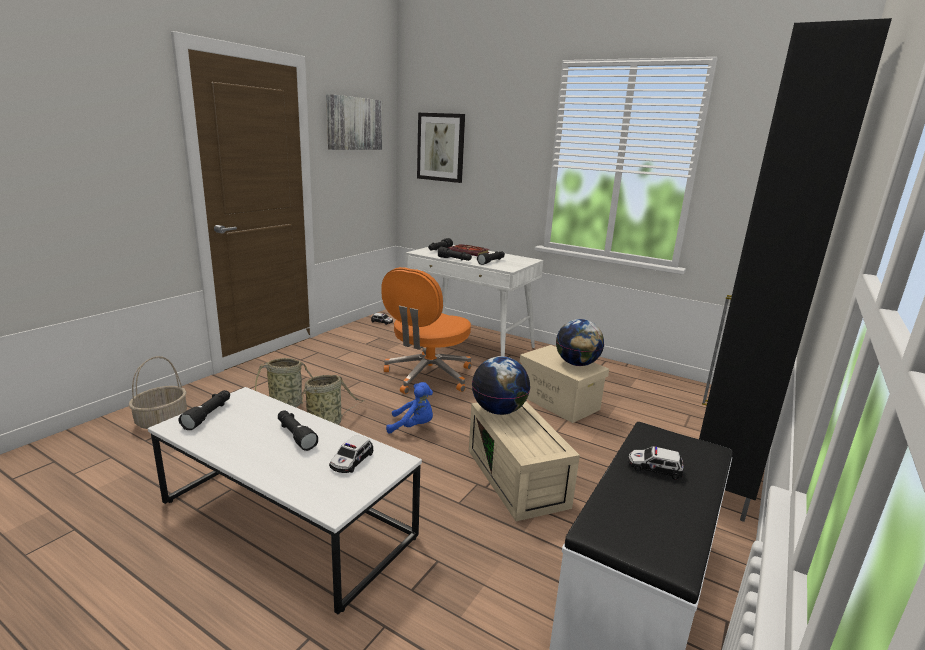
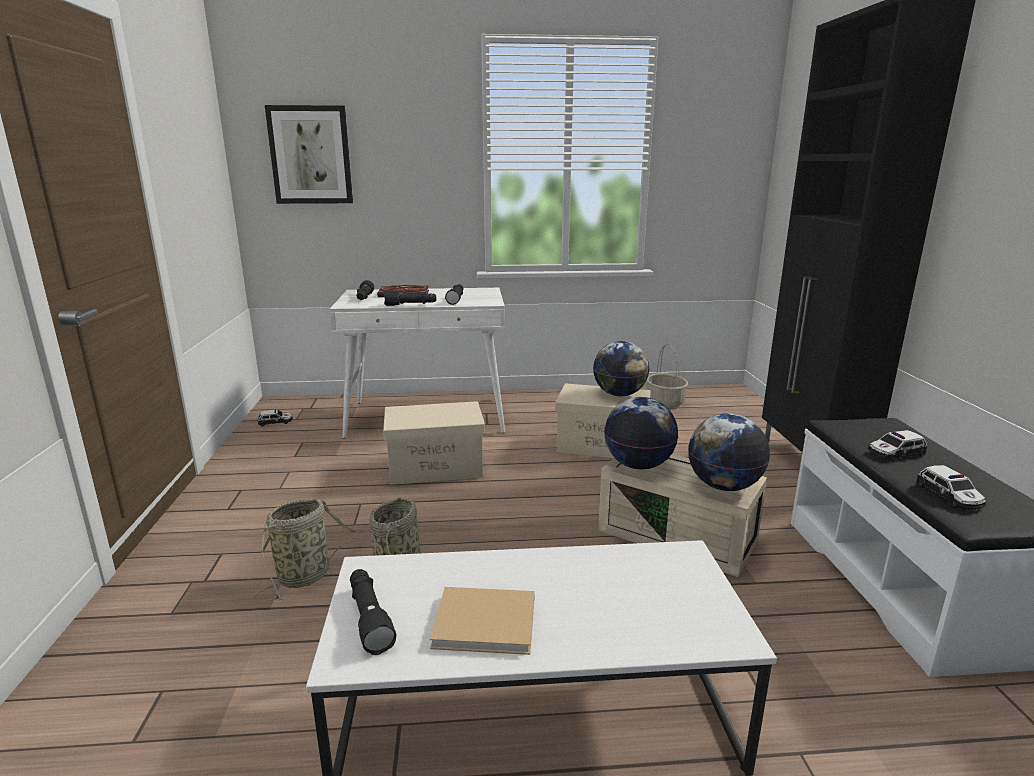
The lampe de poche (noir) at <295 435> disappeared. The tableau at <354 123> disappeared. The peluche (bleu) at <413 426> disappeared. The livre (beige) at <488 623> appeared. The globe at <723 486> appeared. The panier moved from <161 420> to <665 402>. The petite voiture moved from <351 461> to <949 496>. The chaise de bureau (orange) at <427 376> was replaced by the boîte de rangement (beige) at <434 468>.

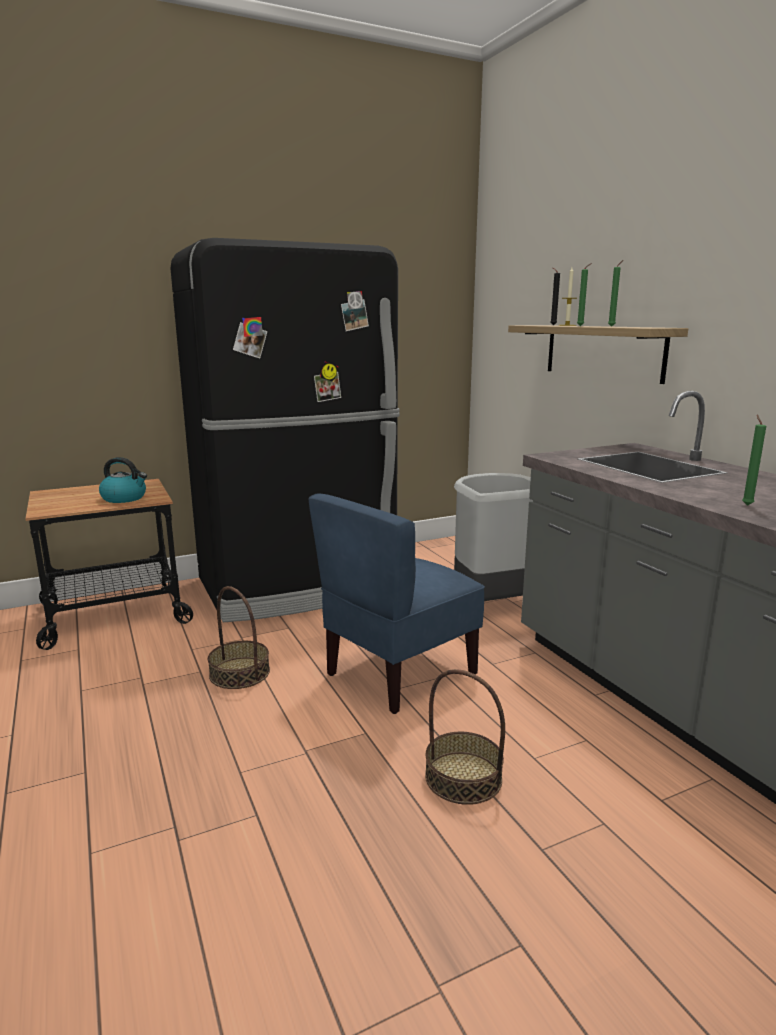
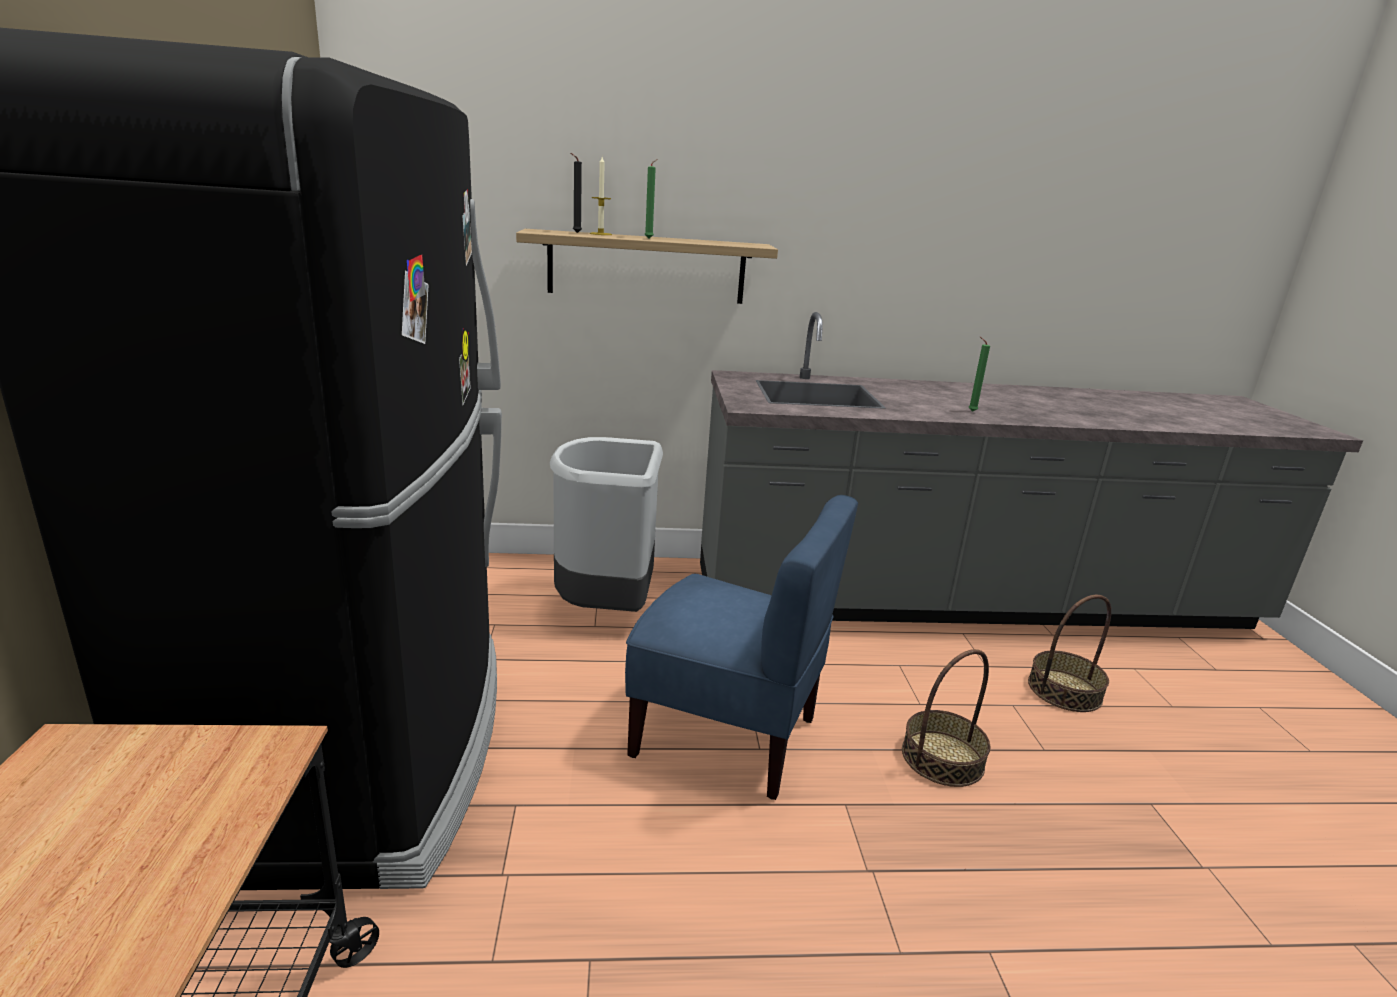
The bouilloire at <125 498> disappeared. The bougie (vert) at <612 326> disappeared. The panier moved from <239 673> to <1064 690>. The chaise (bleu) at <399 674> turned 45 degrees counterclockwise.

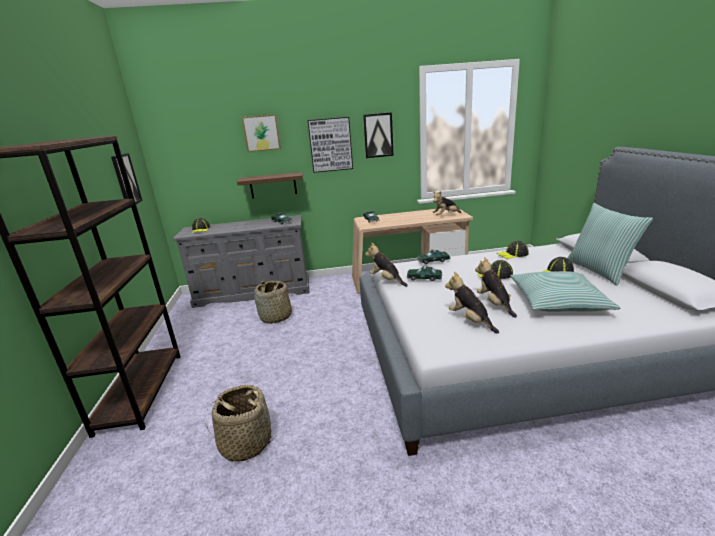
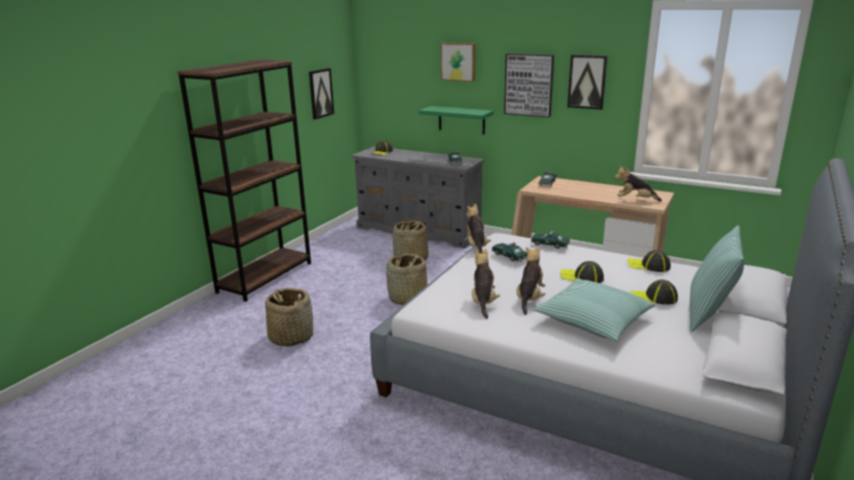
The panier at <408 298> appeared. The étagère (marron) at <273 185> became the étagère (vert) at <461 120>.

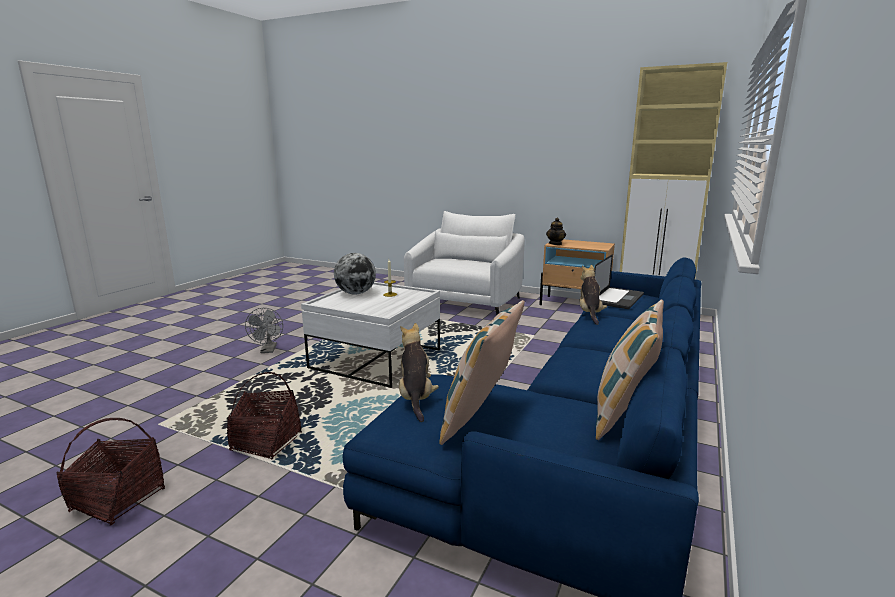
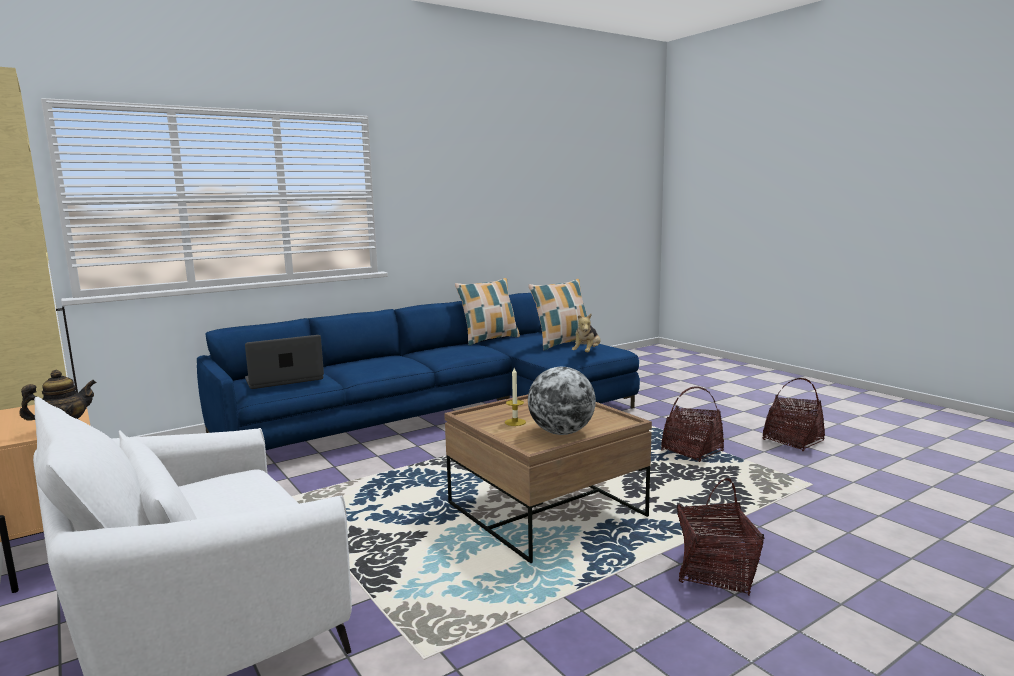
The peluche at <589 313> disappeared. The ventilateur (gris) at <268 350> was replaced by the panier at <715 572>. The table basse (blanc) at <376 359> became the table basse (marron) at <545 510>.

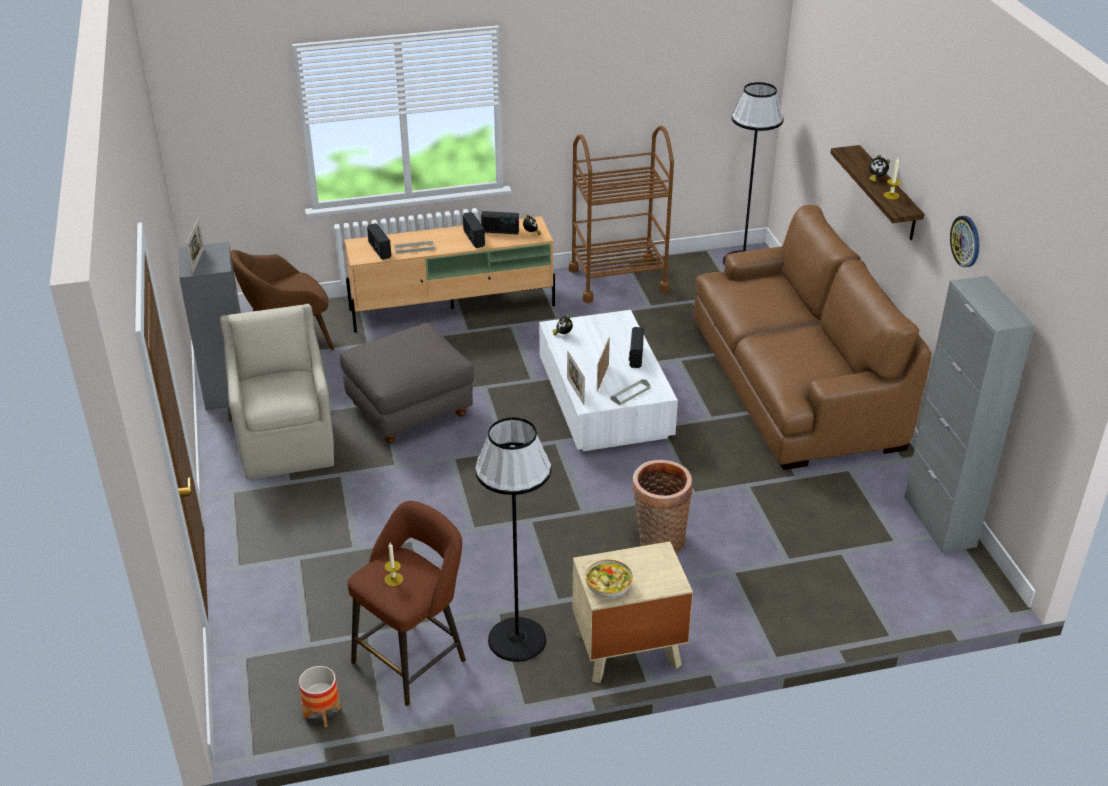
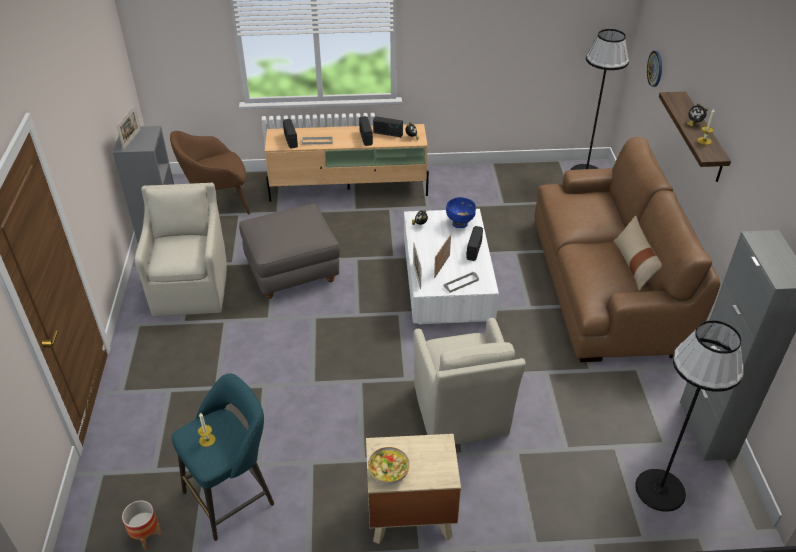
The chariot (marron) at <618 280> disappeared. The bol (bleu) at <460 224> appeared. The coussin (beige) at <634 264> appeared. The lampadaire (noir) moved from <517 639> to <660 490>. The horloge murale moved from <966 241> to <655 68>. The panier at <658 540> was replaced by the fauteuil (beige) at <461 413>. The tabouret (marron) at <413 658> became the tabouret (turquoise) at <233 495>.

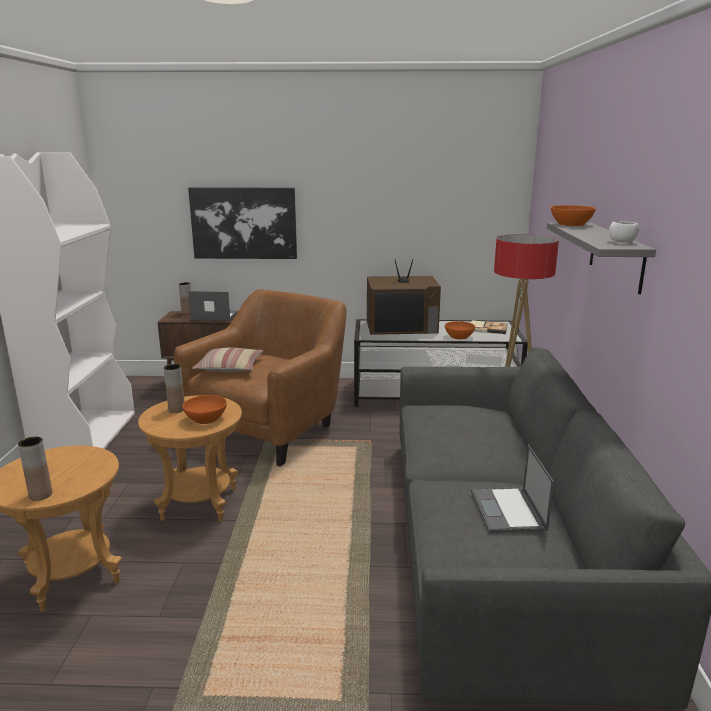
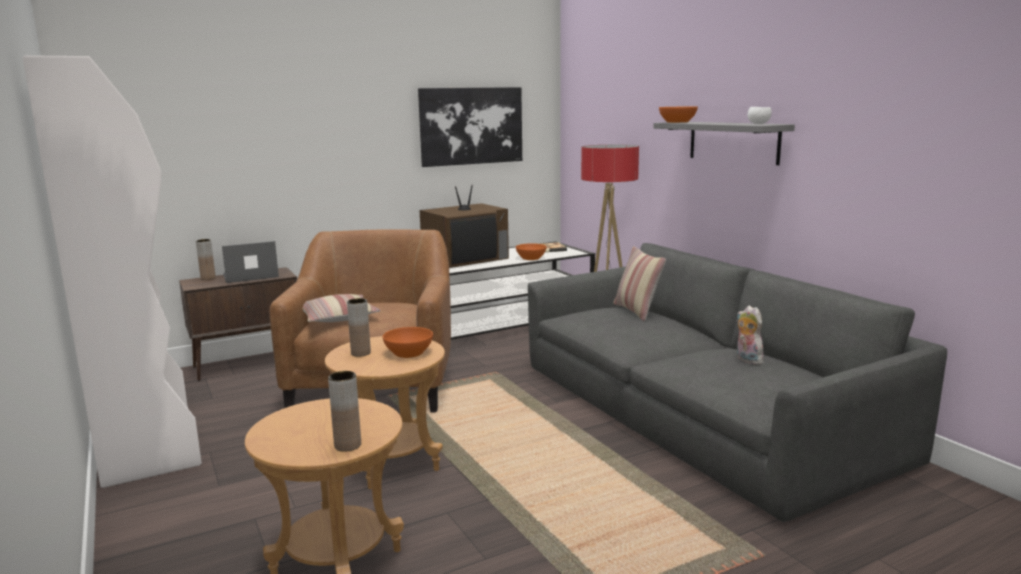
The coussin at <637 311> appeared. The tableau moved from <244 223> to <471 126>. The ordinateur portable at <508 511> was replaced by the peluche at <747 360>.

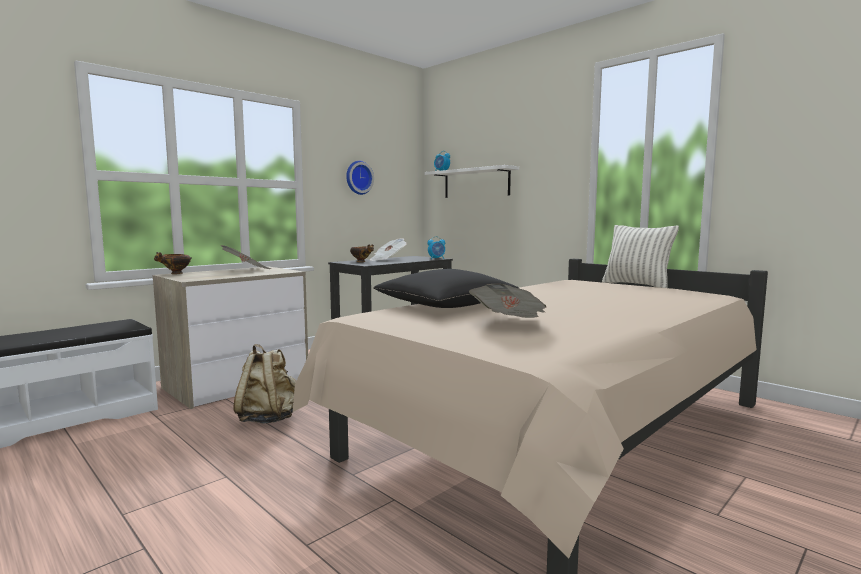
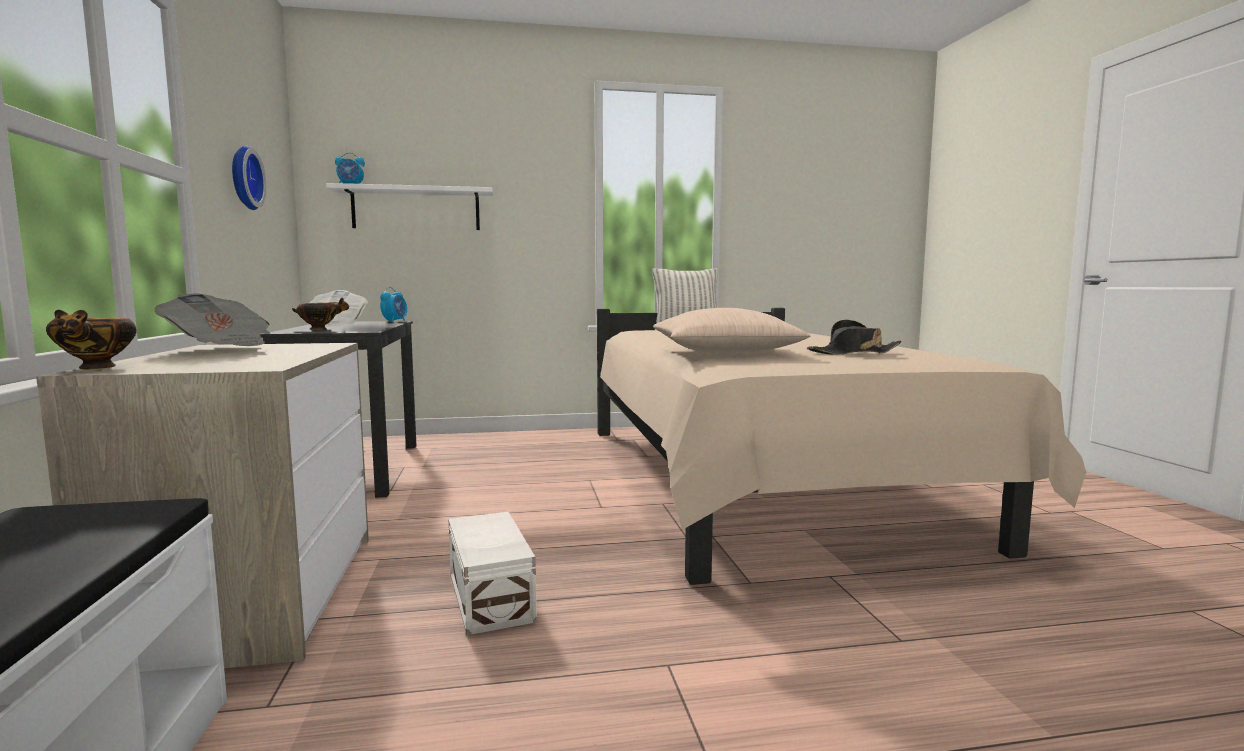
The sac à dos (beige) at <269 418> was replaced by the boîte de rangement (blanc) at <488 598>. The journal at <509 323> was replaced by the chapeau (noir) at <853 353>. The coussin (noir) at <444 306> became the coussin (beige) at <724 353>.

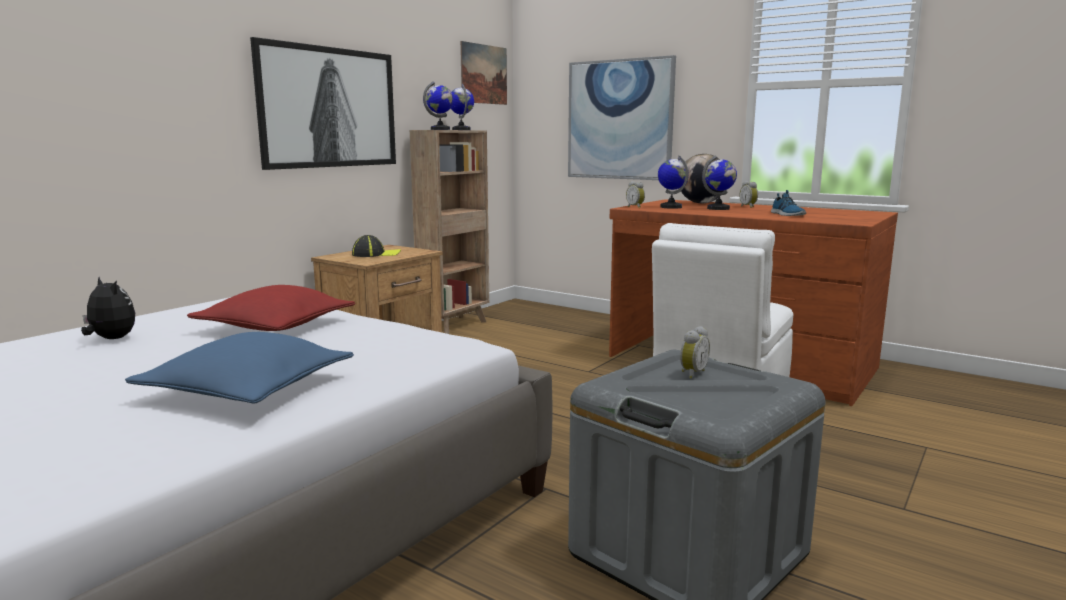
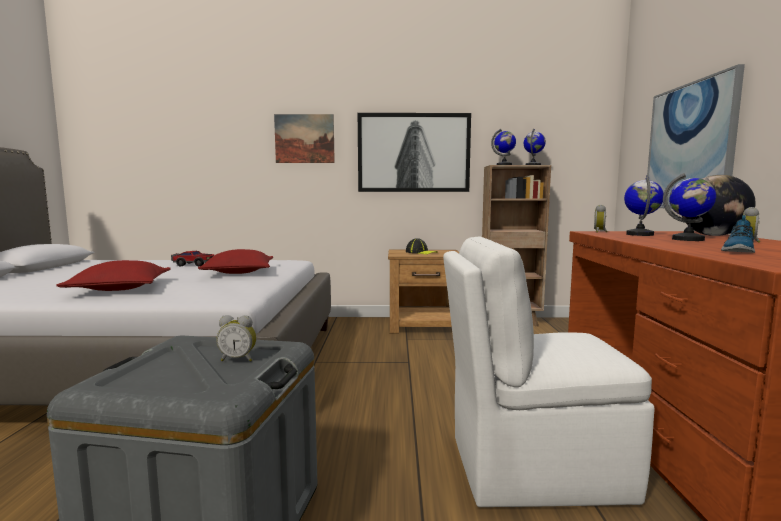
The tableau moved from <484 74> to <304 138>. The peluche at <111 339> was replaced by the petite voiture at <194 264>. The coussin (bleu) at <248 389> became the coussin (rouge) at <120 288>.

